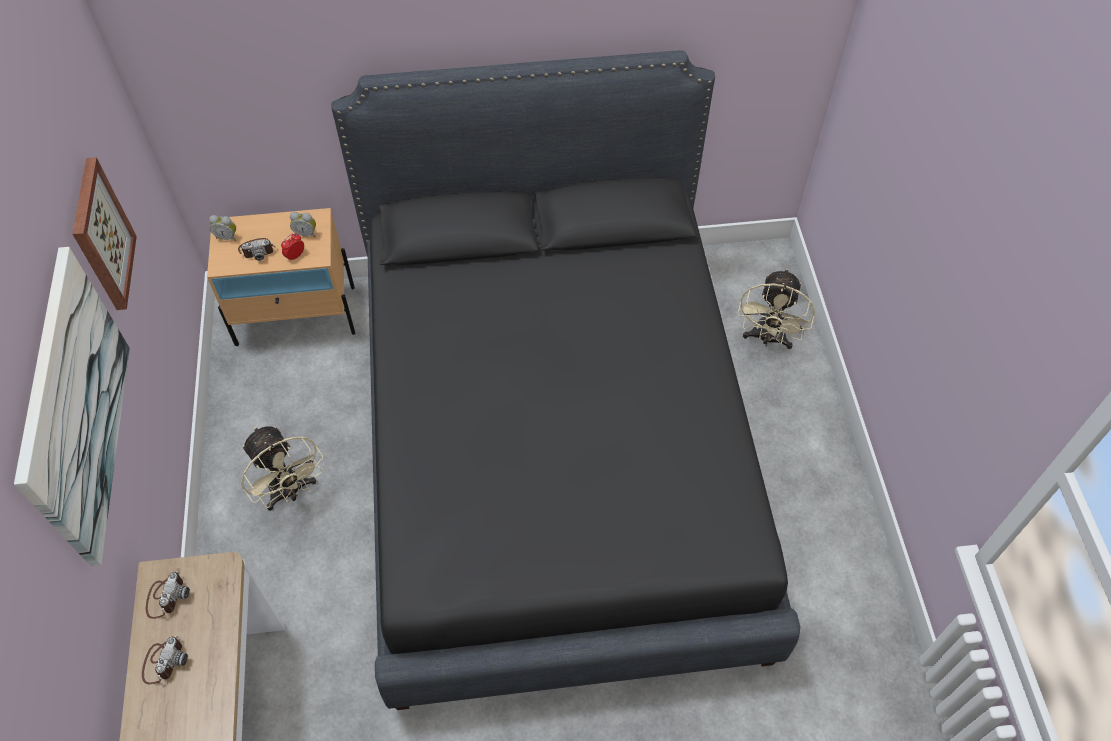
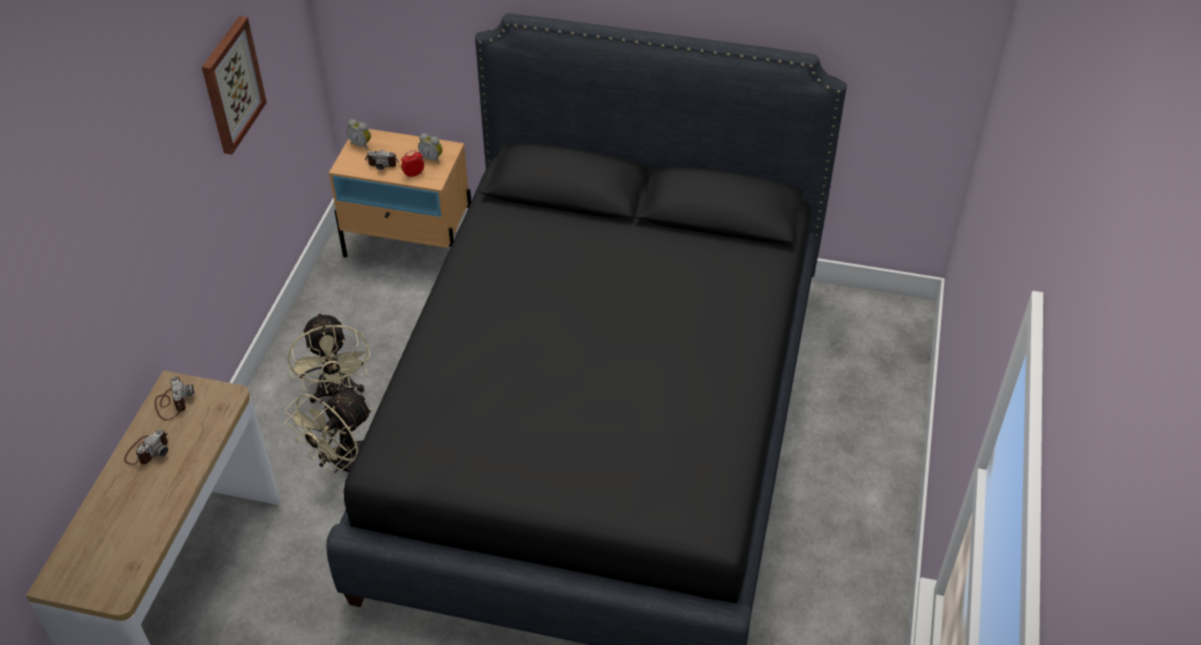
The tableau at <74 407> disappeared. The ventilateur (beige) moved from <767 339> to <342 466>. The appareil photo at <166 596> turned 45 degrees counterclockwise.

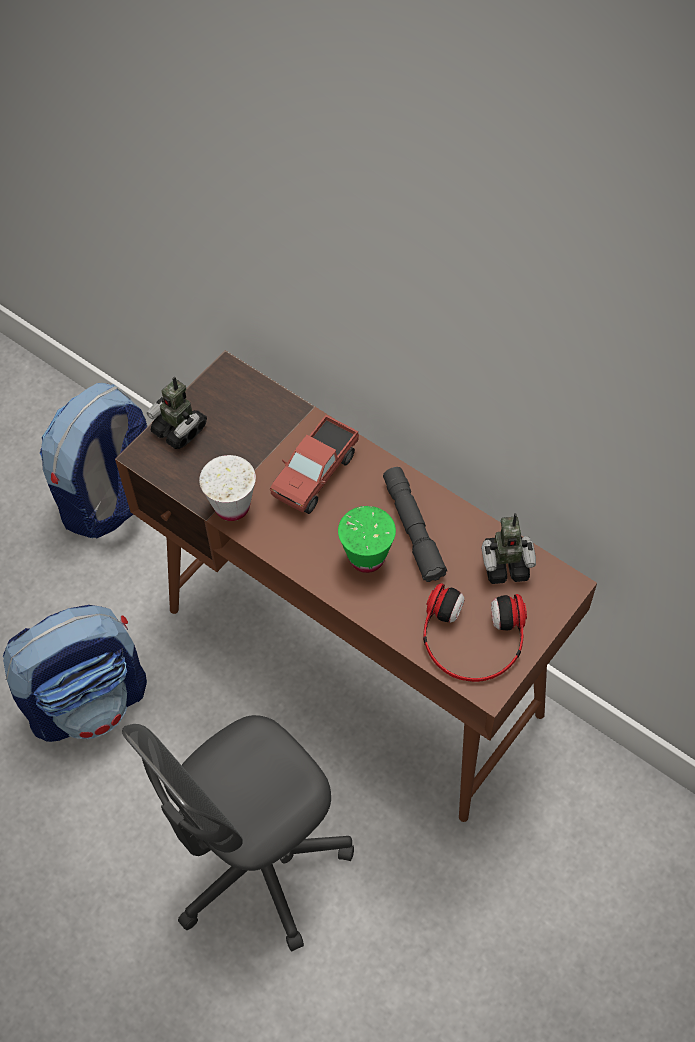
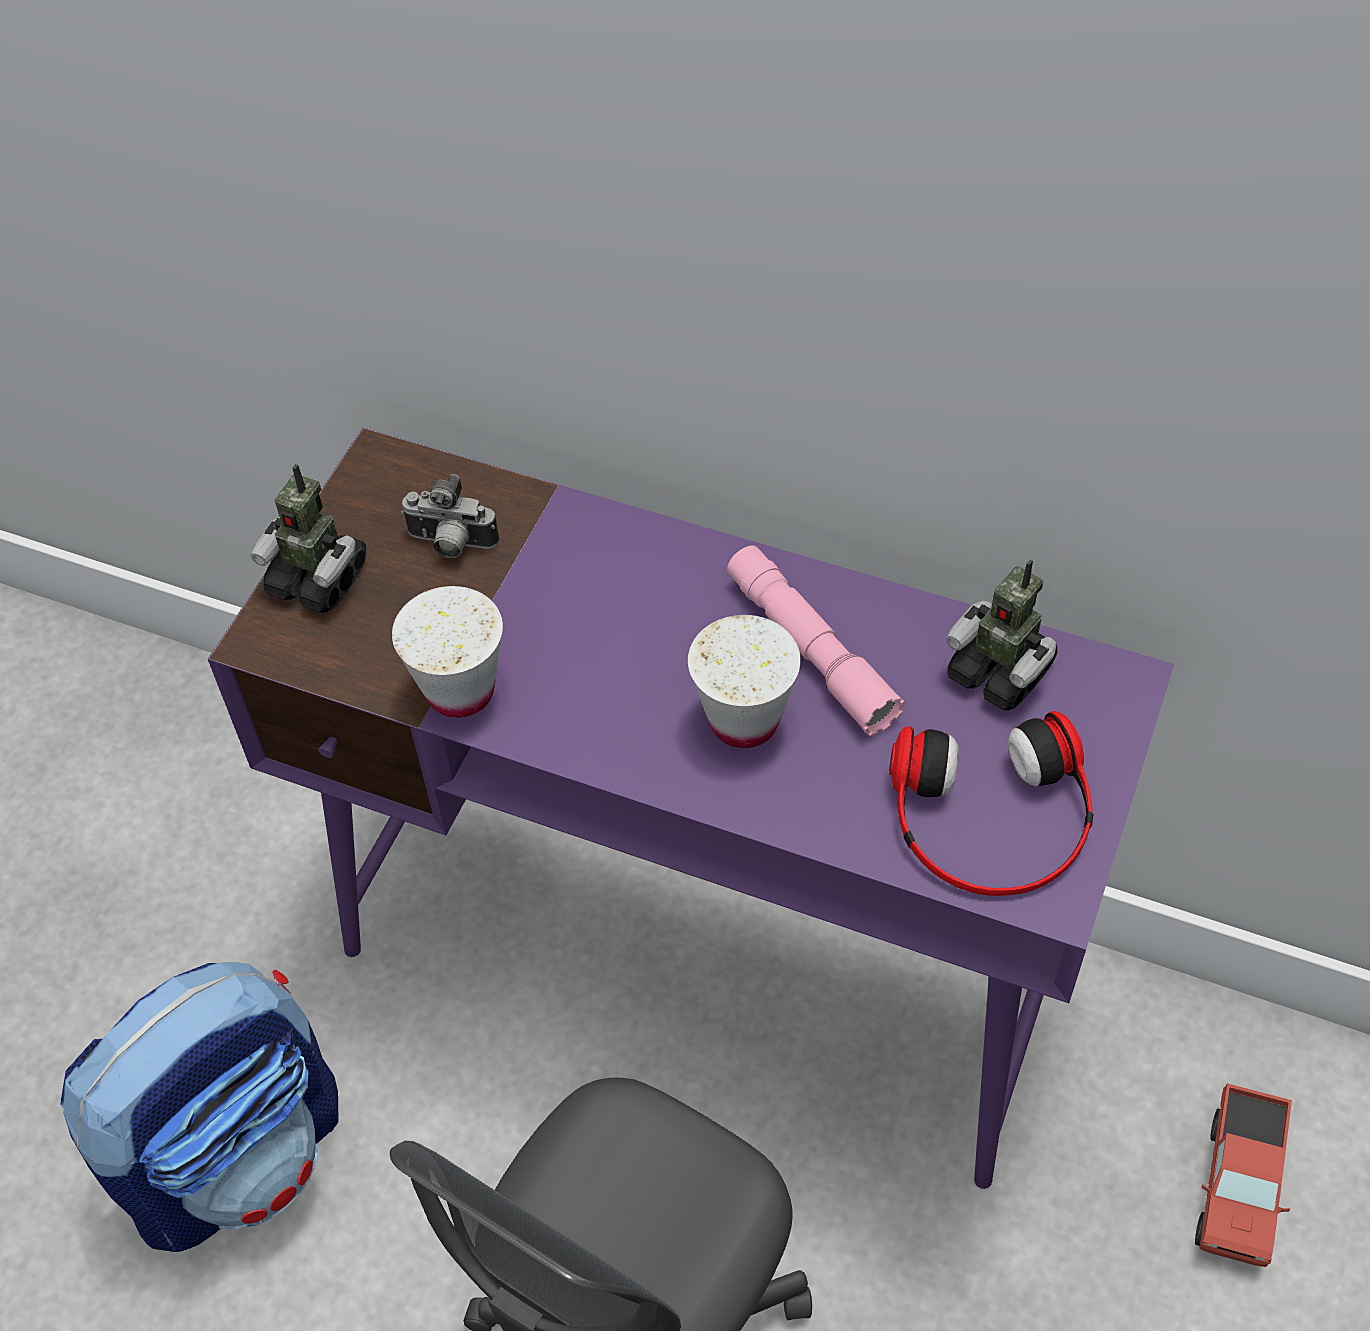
The sac à dos at <110 498> disappeared. The appareil photo at <451 544> appeared. The camion jouet moved from <315 475> to <1237 1187>. The bureau (marron) at <354 662> became the bureau (violet) at <703 958>. The tasse (vert) at <367 557> became the tasse (blanc) at <744 720>. The lampe de poche (gris) at <413 529> became the lampe de poche (rose) at <811 650>. The robot jouet at <505 564> turned 60 degrees clockwise.

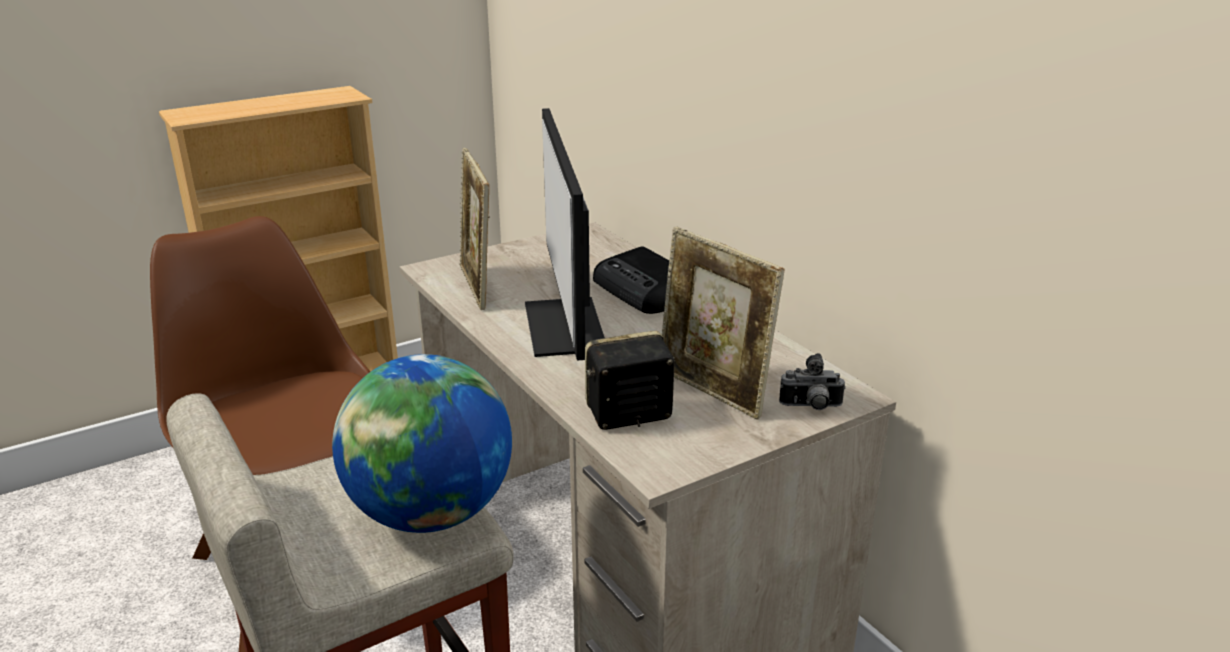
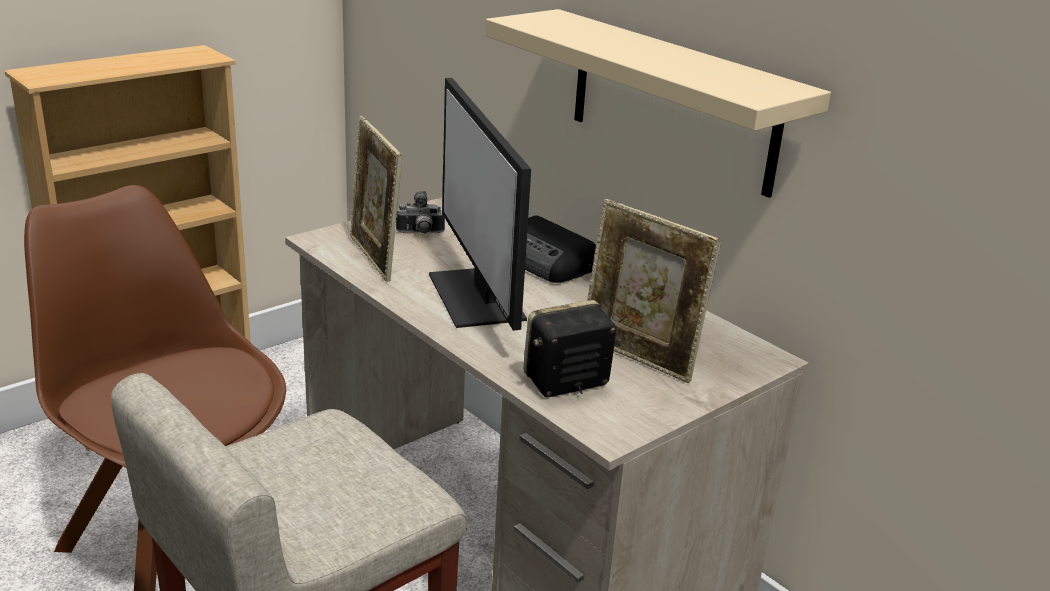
The globe at <431 514> disappeared. The étagère (beige) at <672 101> appeared. The appareil photo moved from <811 407> to <420 233>.

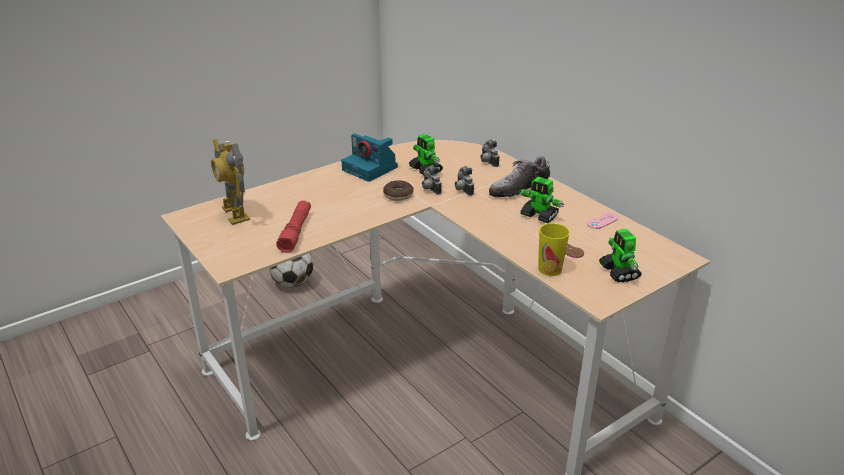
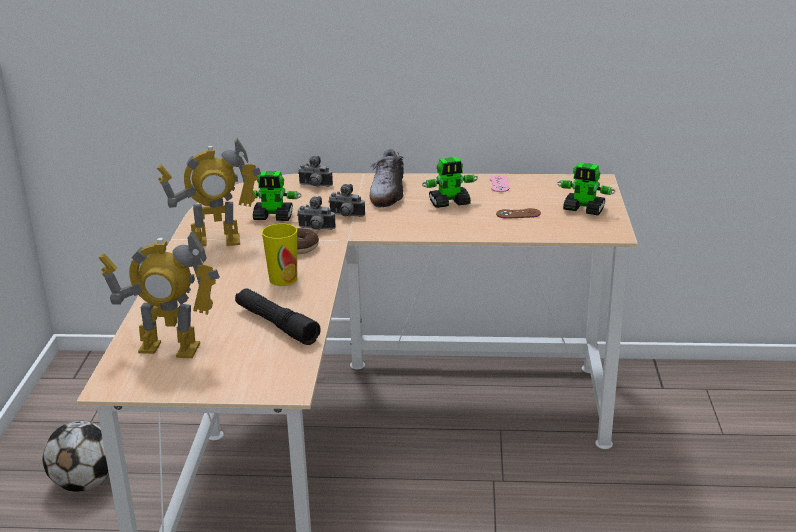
The tasse moved from <550 269> to <283 279>. The appareil photo at <371 169> was replaced by the robot jouet at <216 241>. The lampe de poche (rouge) at <296 231> became the lampe de poche (noir) at <276 324>.

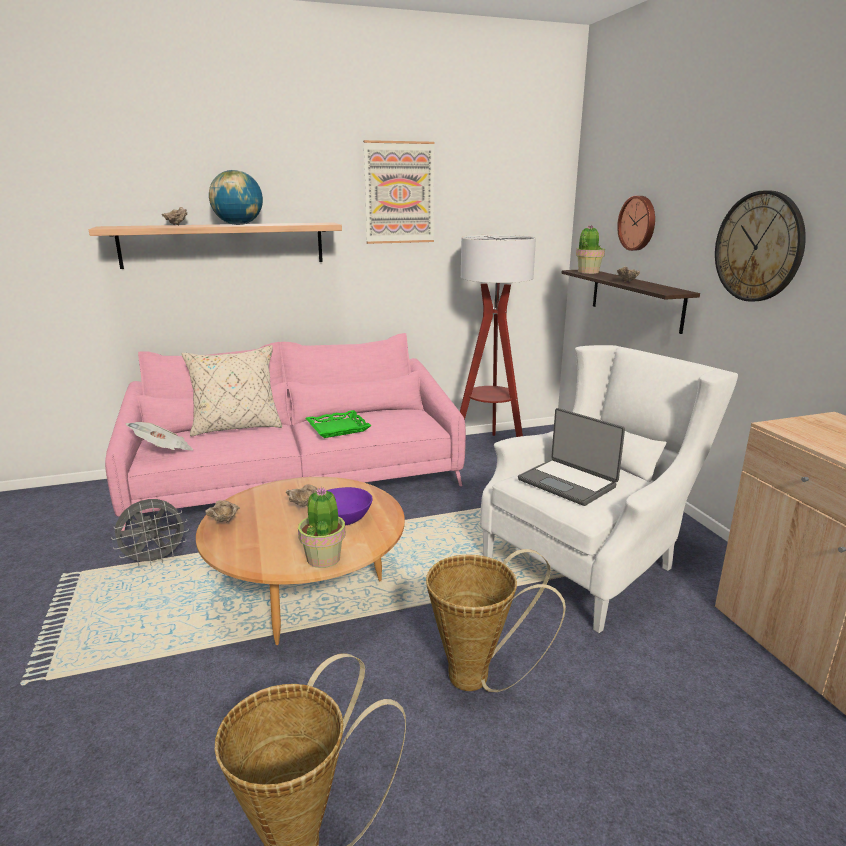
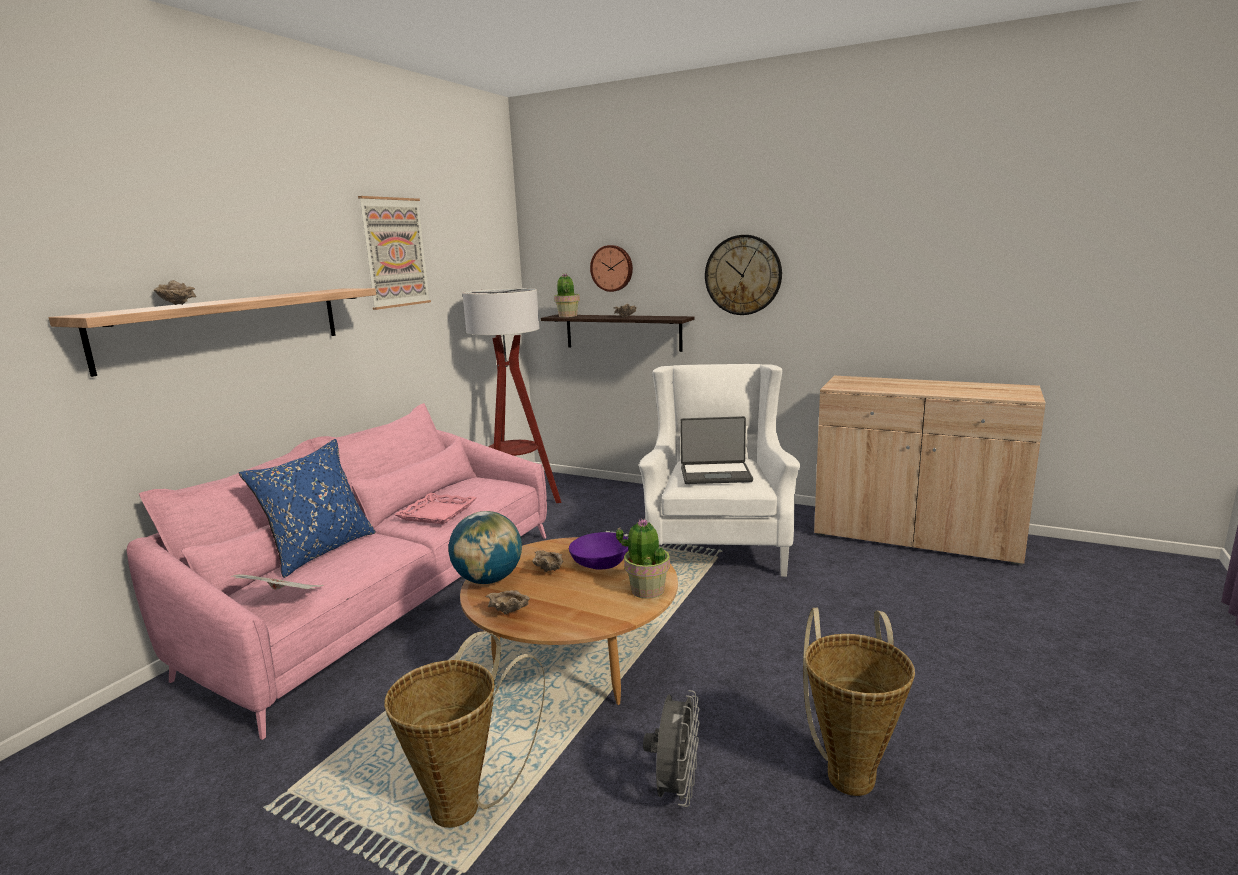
The ventilateur (gris) moved from <155 560> to <675 790>. The globe moved from <238 225> to <488 580>. The panier moved from <479 678> to <466 803>. The coussin (beige) at <236 427> became the coussin (bleu) at <319 551>. The plateau (vert) at <338 428> became the plateau (rose) at <438 513>.

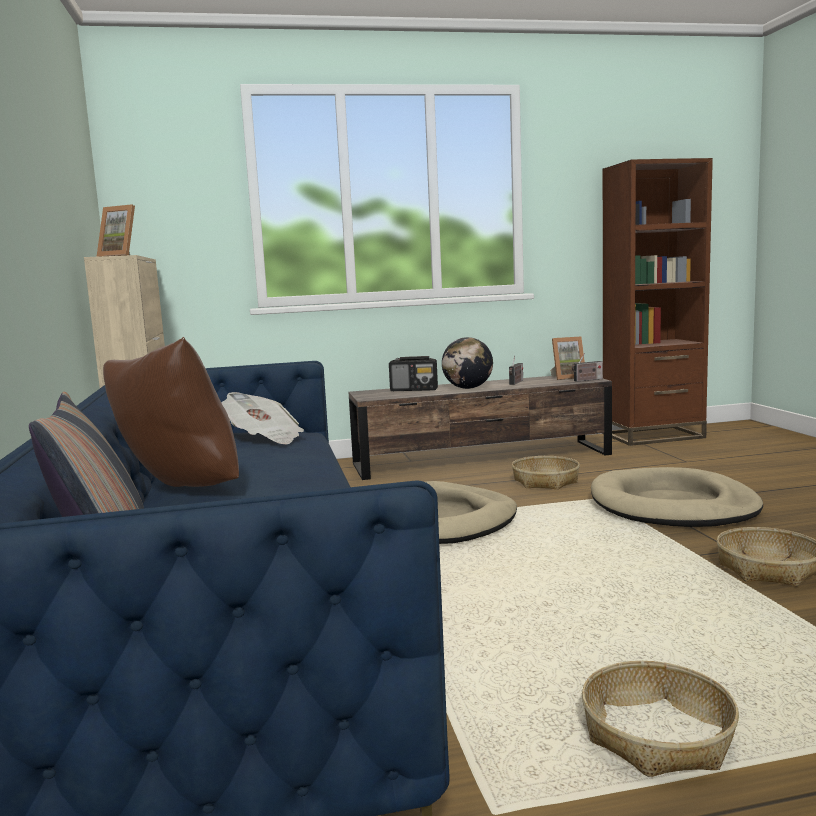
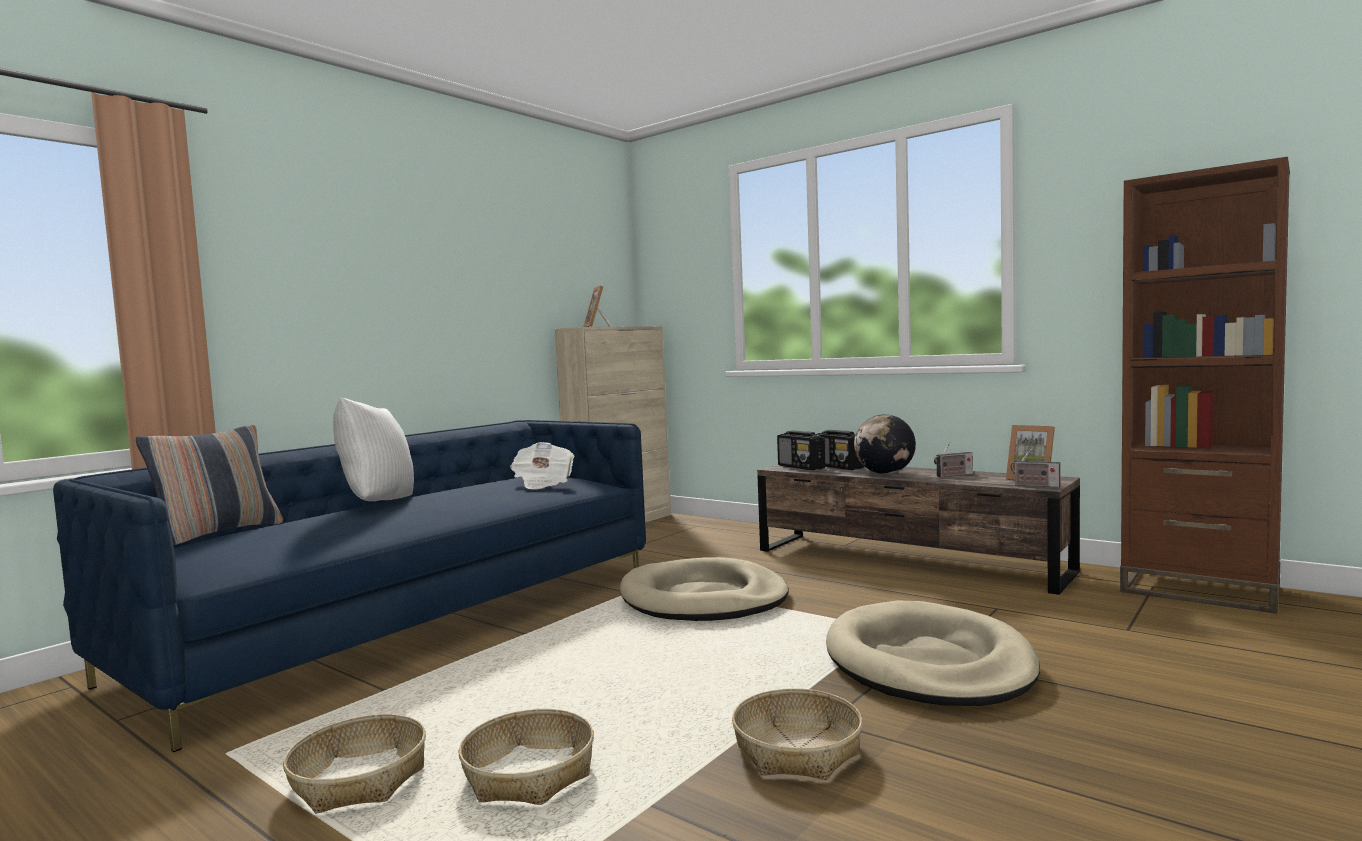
The radio at <801 467> appeared. The panier moved from <545 481> to <528 774>. The coussin (marron) at <177 492> became the coussin (blanc) at <377 503>.

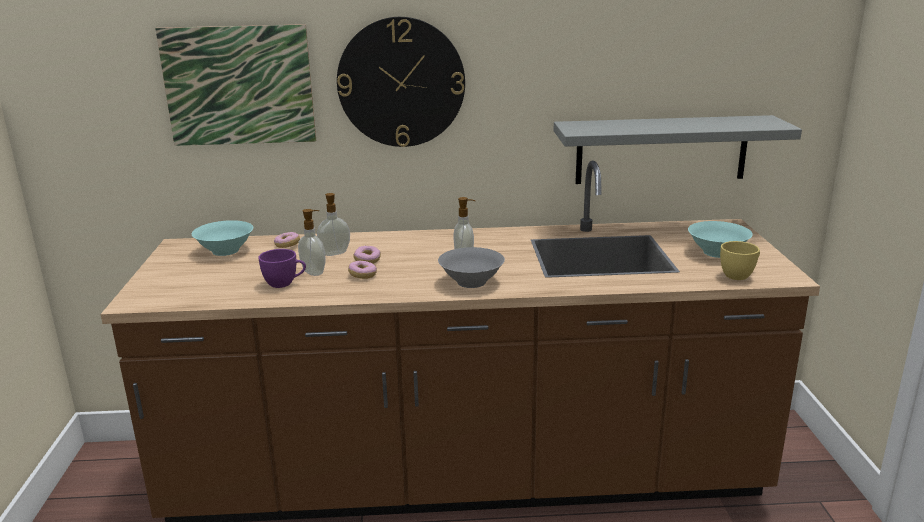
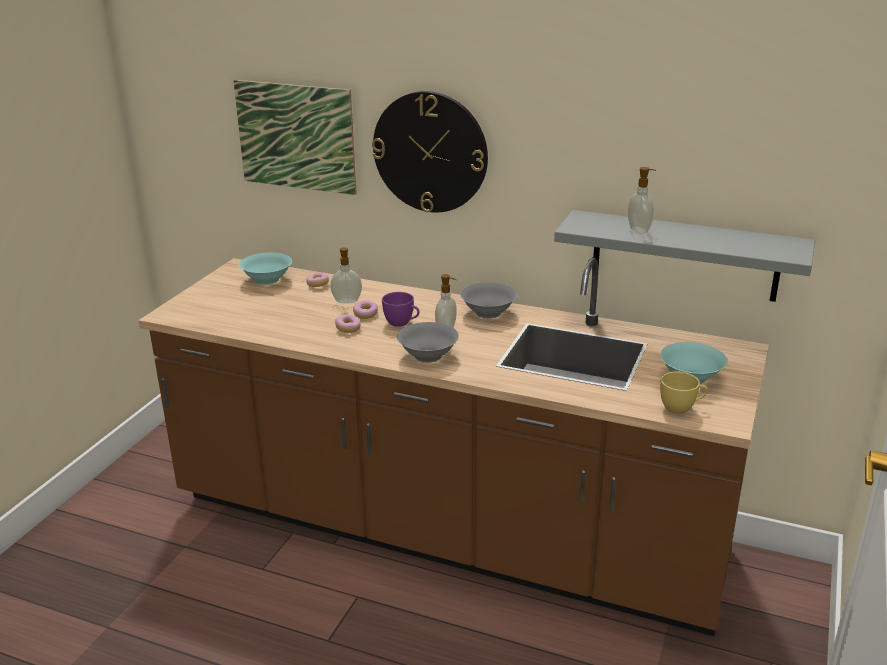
The bol (gris) at <489 313> appeared. The tasse (violet) moved from <285 284> to <402 323>. The distributeur de savon moved from <314 272> to <639 230>.

